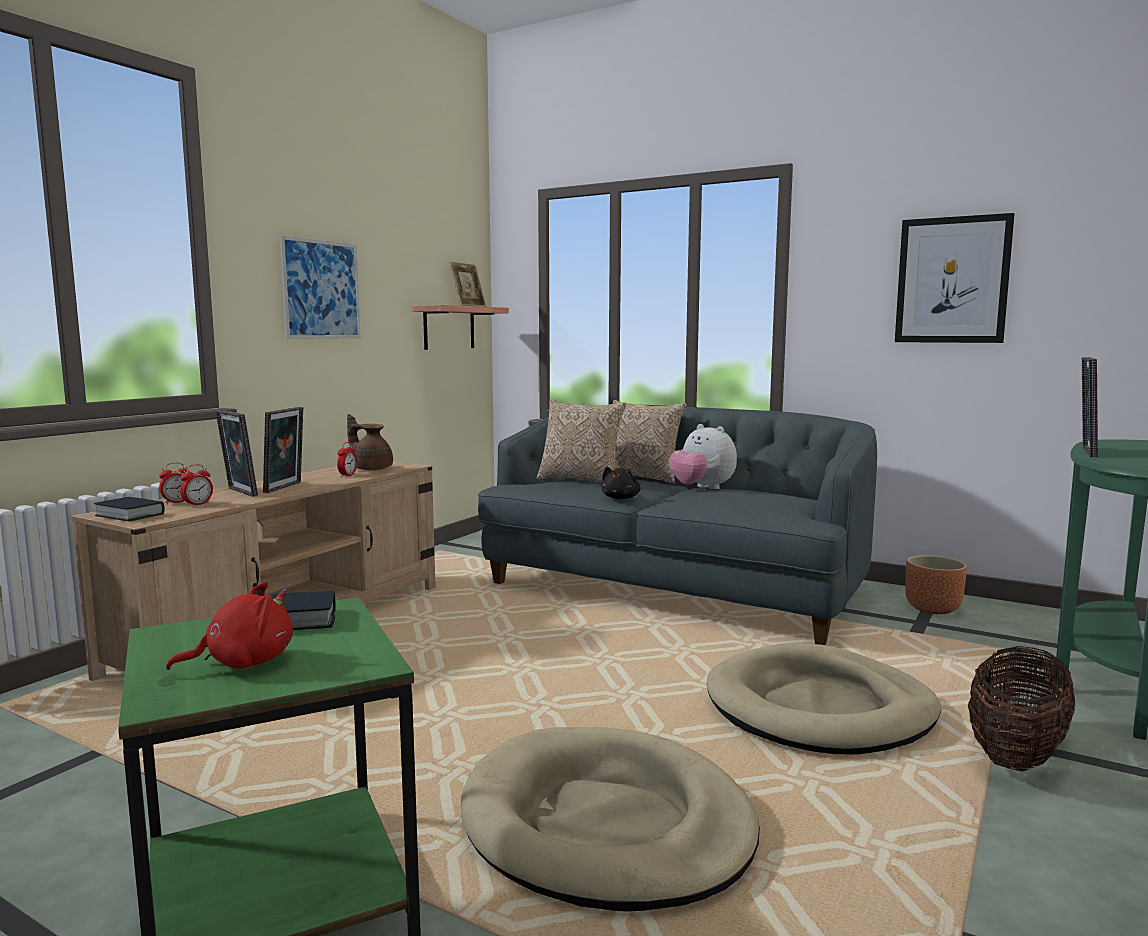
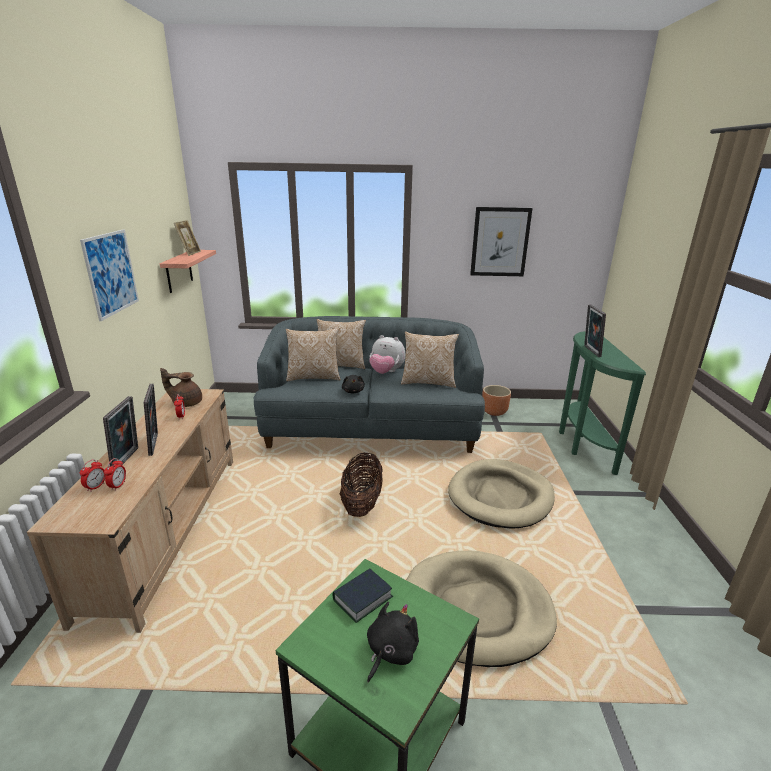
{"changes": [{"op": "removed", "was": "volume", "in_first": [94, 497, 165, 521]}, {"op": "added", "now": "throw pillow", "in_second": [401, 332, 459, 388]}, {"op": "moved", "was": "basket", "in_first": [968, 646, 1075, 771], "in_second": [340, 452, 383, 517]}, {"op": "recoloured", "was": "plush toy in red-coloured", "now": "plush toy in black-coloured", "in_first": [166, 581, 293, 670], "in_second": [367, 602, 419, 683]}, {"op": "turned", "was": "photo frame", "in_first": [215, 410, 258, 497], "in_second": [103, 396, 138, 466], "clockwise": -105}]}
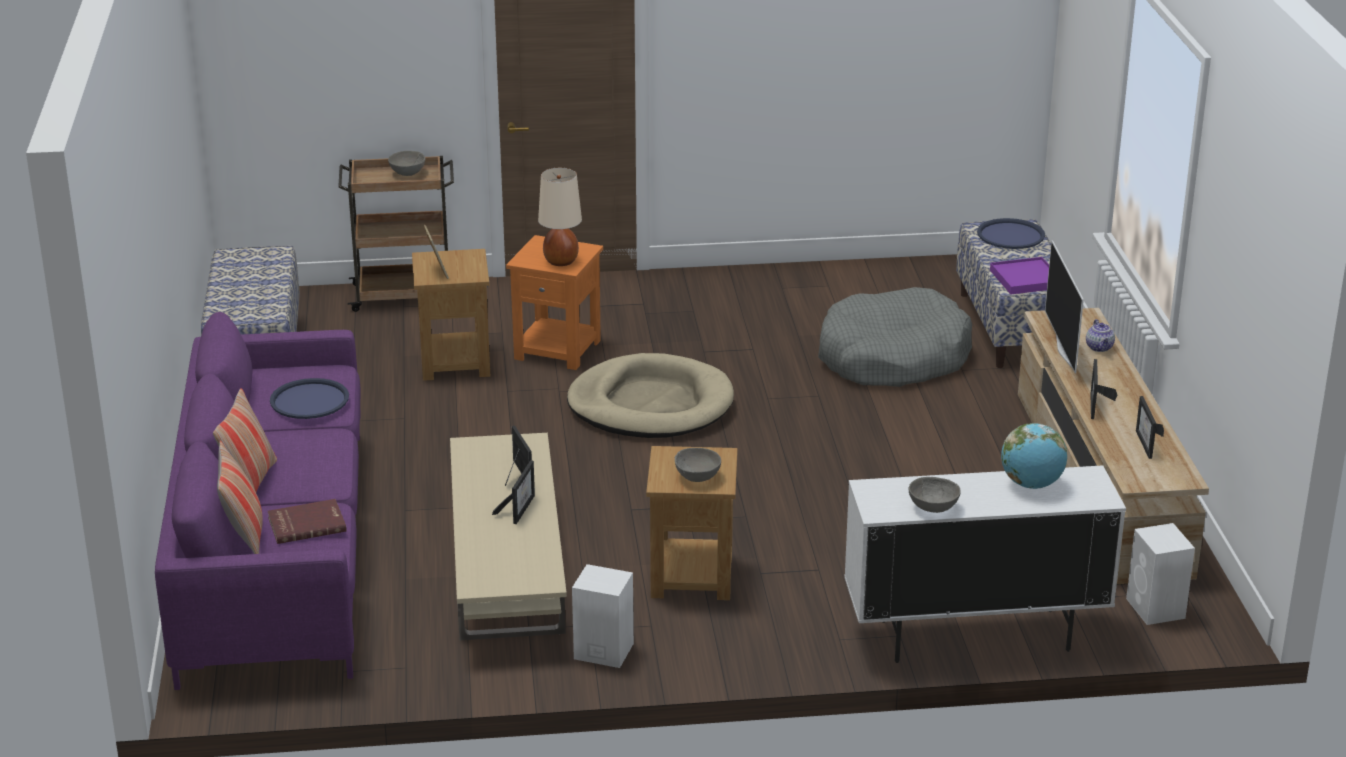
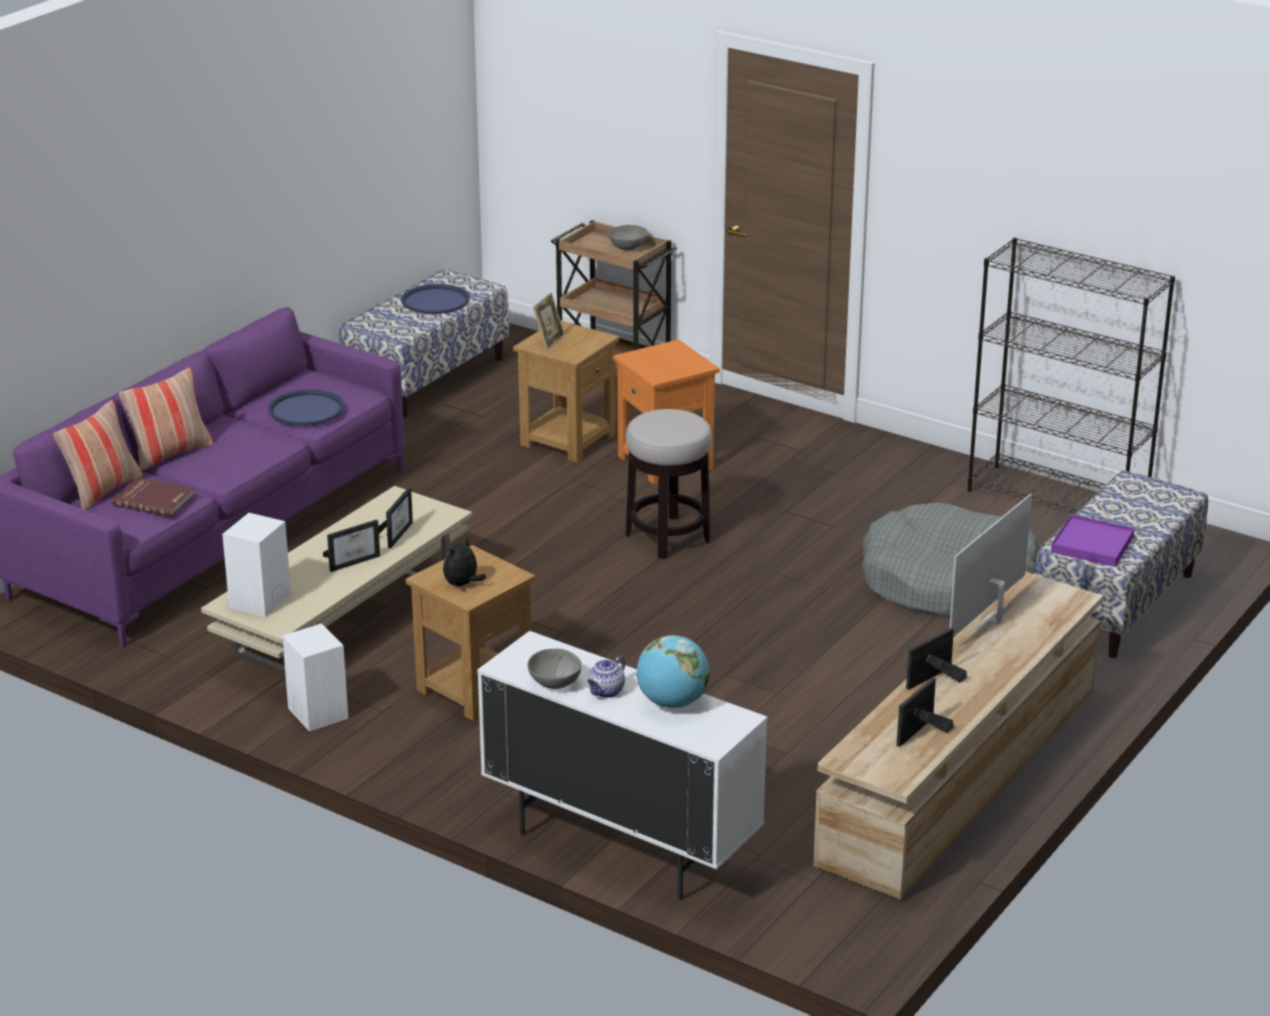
{"changes": [{"op": "removed", "was": "tabletop lamp in sand-coloured", "in_first": [538, 168, 582, 266]}, {"op": "added", "now": "bookshelf in black-coloured", "in_second": [968, 237, 1175, 514]}, {"op": "moved", "was": "tray in blue", "in_first": [977, 218, 1045, 249], "in_second": [401, 284, 470, 314]}, {"op": "moved", "was": "pot for tea", "in_first": [1086, 319, 1115, 352], "in_second": [587, 656, 625, 698]}, {"op": "moved", "was": "speaker in white-coloured", "in_first": [1126, 523, 1195, 625], "in_second": [222, 513, 291, 617]}, {"op": "replaced", "was": "dog bed in sand-coloured", "now": "stool seat", "in_first": [567, 353, 734, 438], "in_second": [626, 409, 712, 559]}, {"op": "replaced", "was": "bowl in gray", "now": "plush toy", "in_first": [675, 448, 721, 482], "in_second": [443, 537, 486, 586]}]}
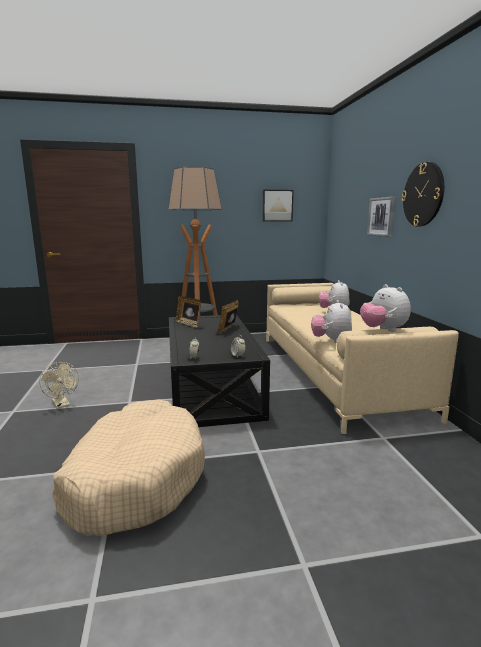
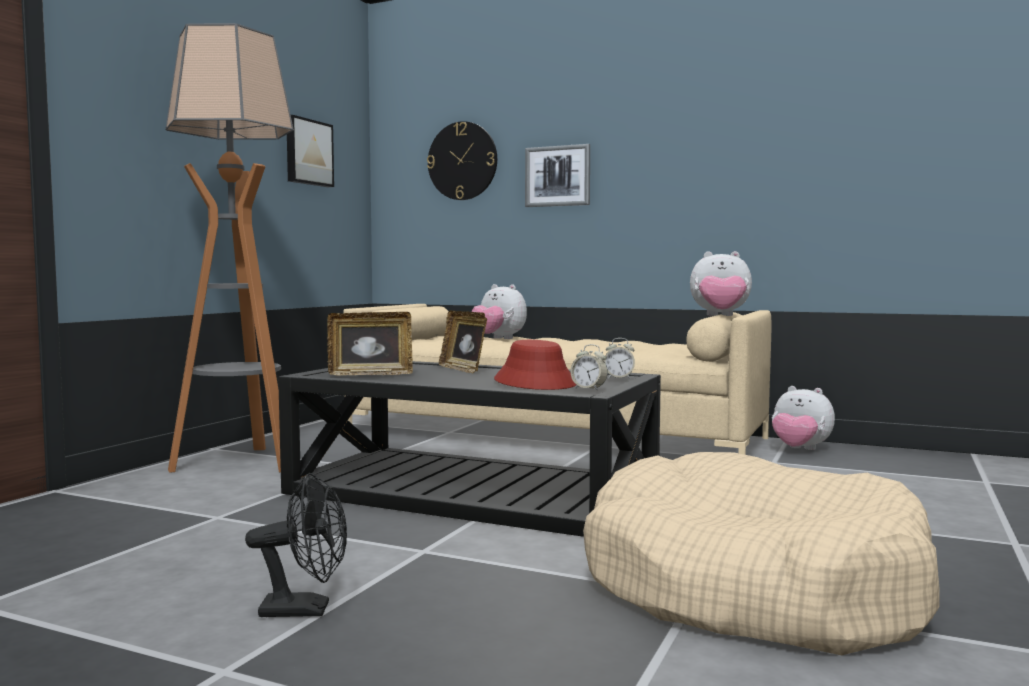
{"changes": [{"op": "added", "now": "hat in red-coloured", "in_second": [494, 340, 576, 390]}, {"op": "moved", "was": "plush toy", "in_first": [311, 300, 352, 343], "in_second": [772, 386, 835, 450]}, {"op": "moved", "was": "wall clock", "in_first": [402, 162, 444, 226], "in_second": [427, 121, 497, 200]}, {"op": "recoloured", "was": "fan in sand-coloured", "now": "fan in black-coloured", "in_first": [39, 362, 79, 409], "in_second": [245, 473, 347, 617]}]}
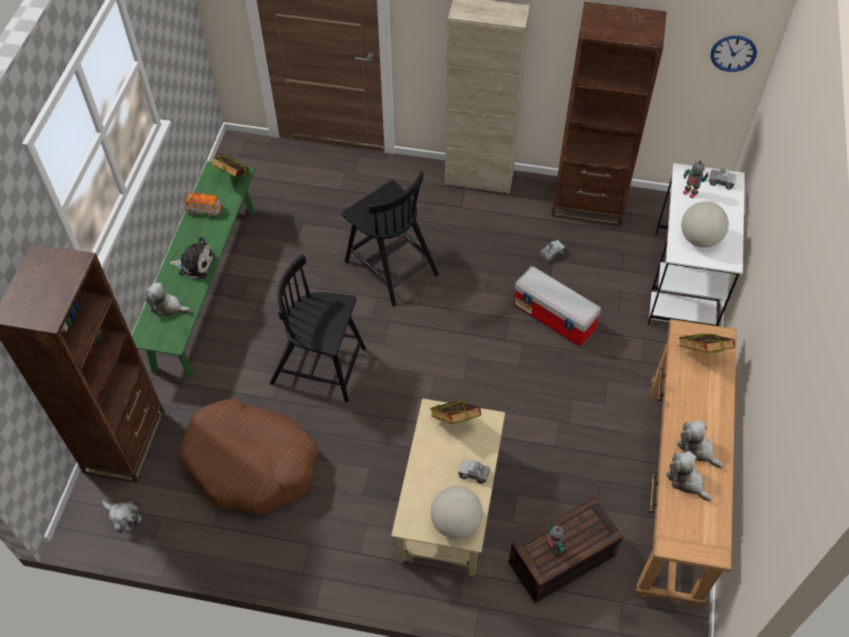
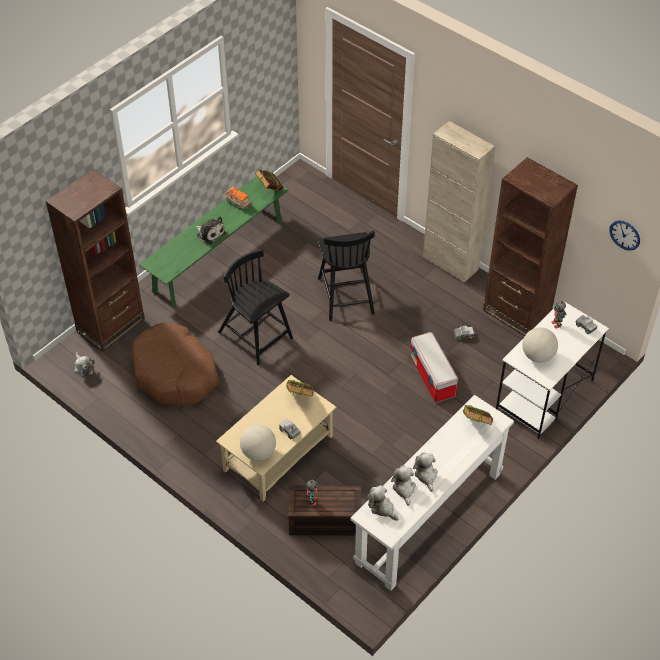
{"changes": [{"op": "moved", "was": "plush toy", "in_first": [145, 282, 191, 317], "in_second": [368, 485, 398, 521]}, {"op": "recoloured", "was": "console table in brown", "now": "console table in white-coloured", "in_first": [635, 319, 737, 608], "in_second": [350, 395, 514, 591]}]}
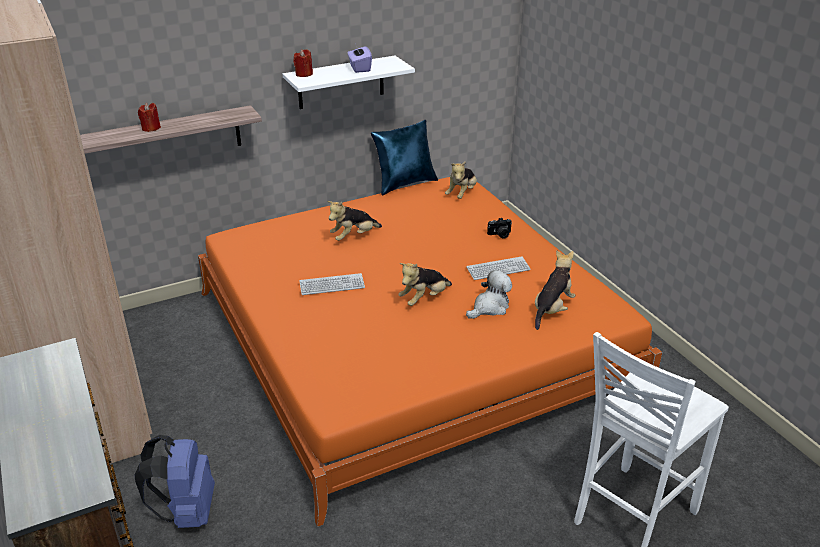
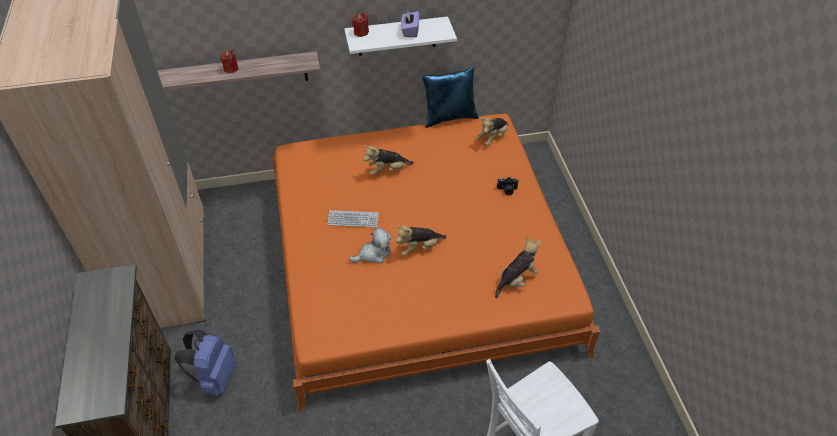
{"changes": [{"op": "removed", "was": "PC keyboard", "in_first": [466, 256, 531, 280]}, {"op": "moved", "was": "plush toy", "in_first": [466, 270, 512, 319], "in_second": [349, 227, 392, 264]}]}
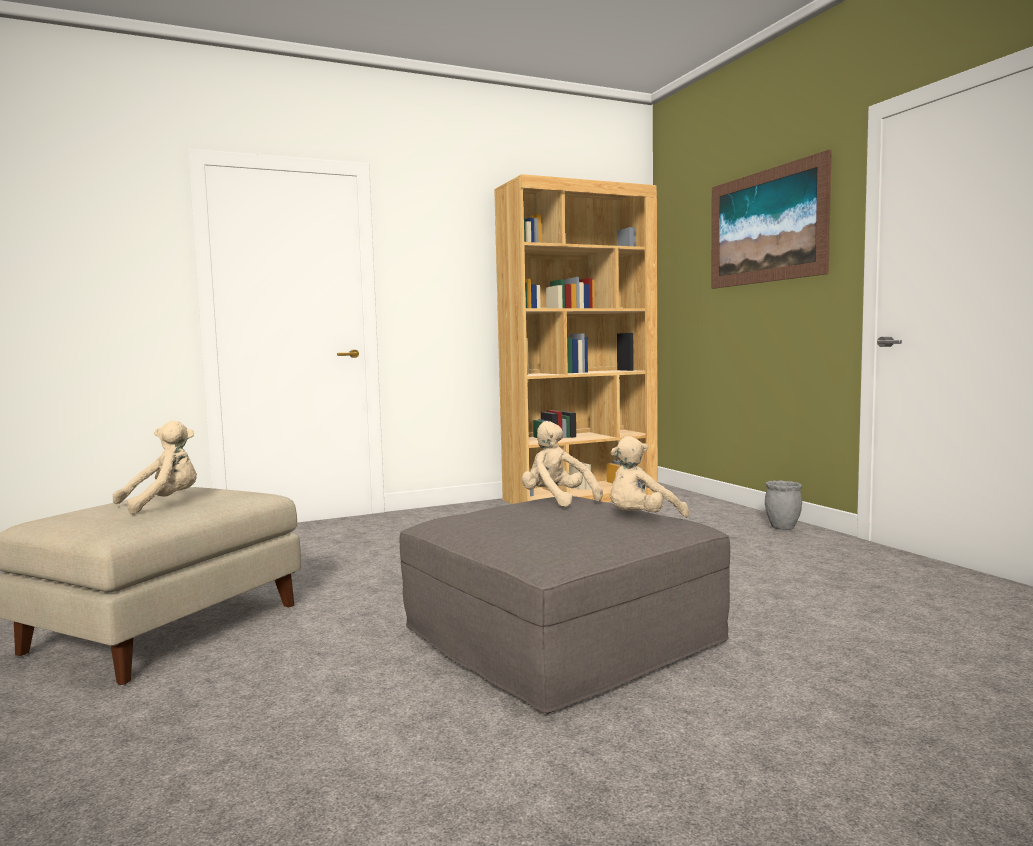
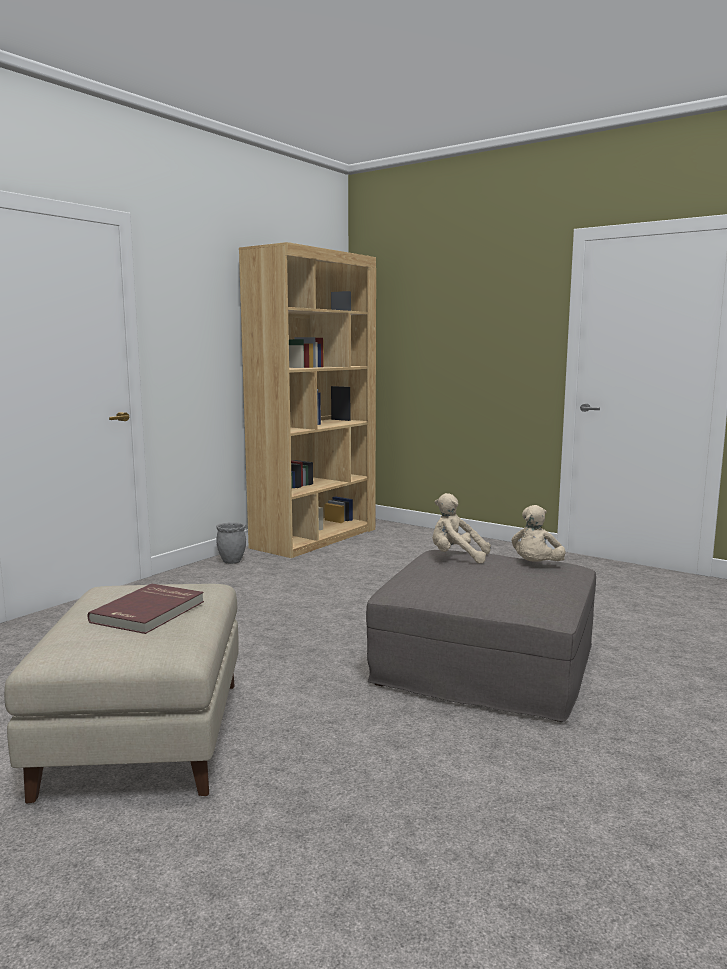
{"changes": [{"op": "removed", "was": "wall picture", "in_first": [711, 150, 832, 289]}, {"op": "moved", "was": "plant pot in gray", "in_first": [765, 480, 802, 530], "in_second": [216, 522, 246, 564]}, {"op": "replaced", "was": "plush toy in sand-coloured", "now": "volume in red-coloured", "in_first": [113, 421, 197, 514], "in_second": [88, 583, 204, 634]}]}
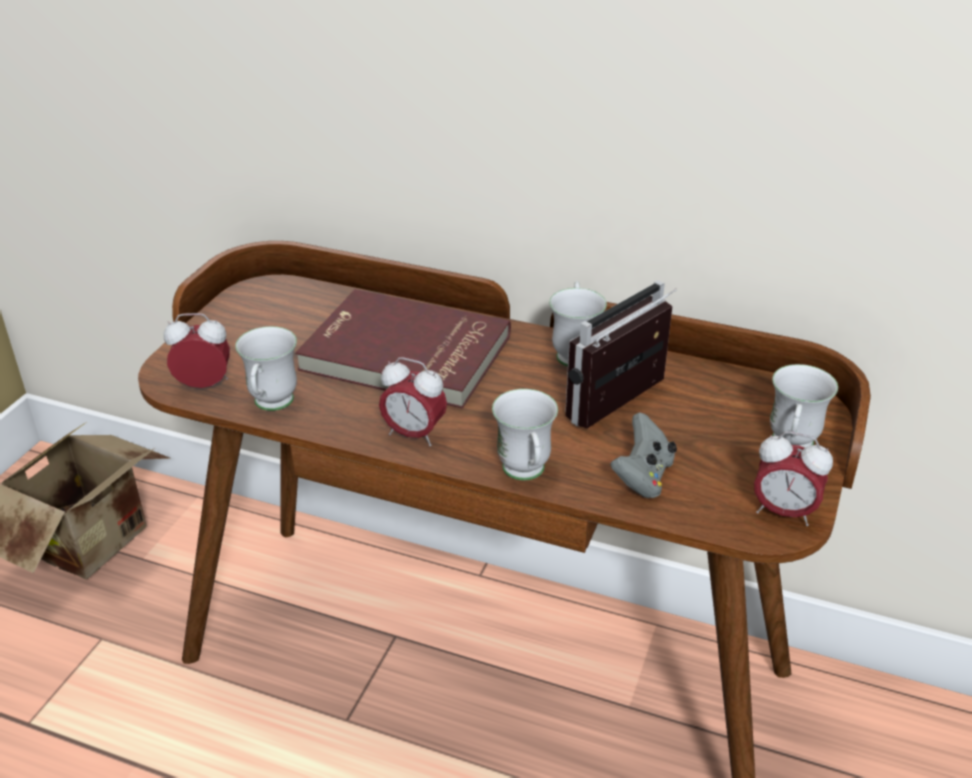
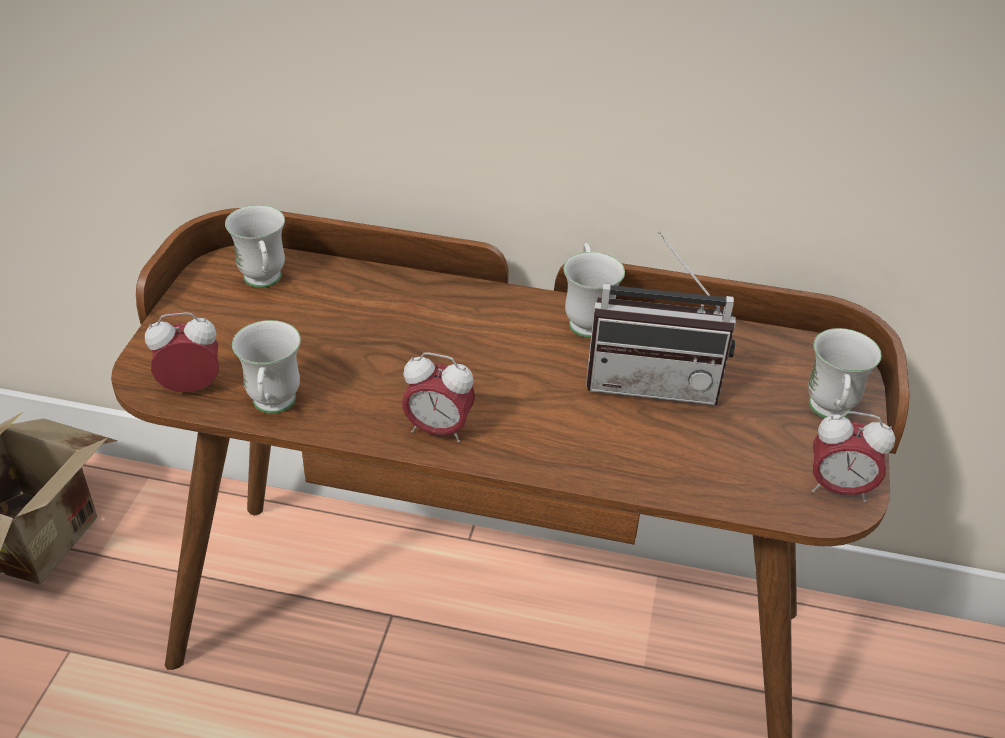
{"changes": [{"op": "removed", "was": "volume in red-coloured", "in_first": [295, 289, 511, 409]}, {"op": "removed", "was": "game controller in gray", "in_first": [610, 412, 677, 498]}, {"op": "moved", "was": "tea mug in white-coloured", "in_first": [492, 389, 558, 480], "in_second": [225, 205, 285, 288]}, {"op": "turned", "was": "radio set", "in_first": [565, 280, 677, 429], "in_second": [586, 231, 736, 405], "clockwise": -120}]}
